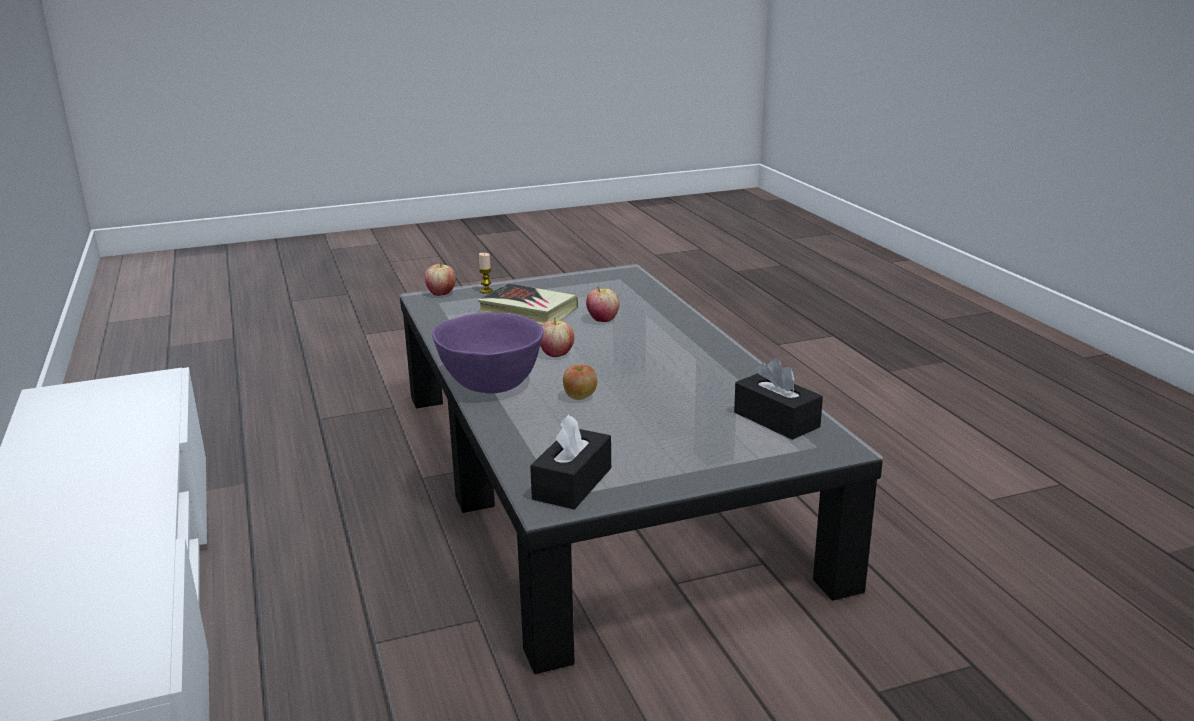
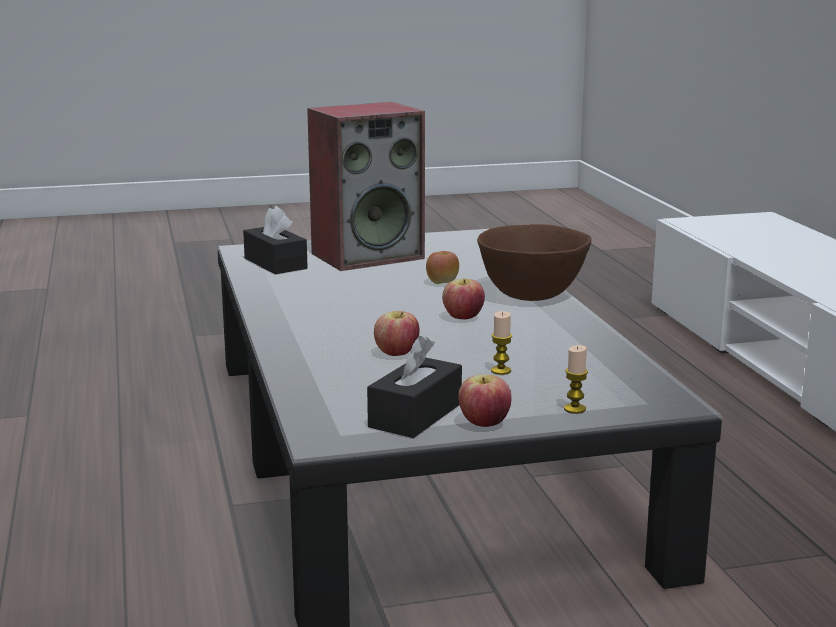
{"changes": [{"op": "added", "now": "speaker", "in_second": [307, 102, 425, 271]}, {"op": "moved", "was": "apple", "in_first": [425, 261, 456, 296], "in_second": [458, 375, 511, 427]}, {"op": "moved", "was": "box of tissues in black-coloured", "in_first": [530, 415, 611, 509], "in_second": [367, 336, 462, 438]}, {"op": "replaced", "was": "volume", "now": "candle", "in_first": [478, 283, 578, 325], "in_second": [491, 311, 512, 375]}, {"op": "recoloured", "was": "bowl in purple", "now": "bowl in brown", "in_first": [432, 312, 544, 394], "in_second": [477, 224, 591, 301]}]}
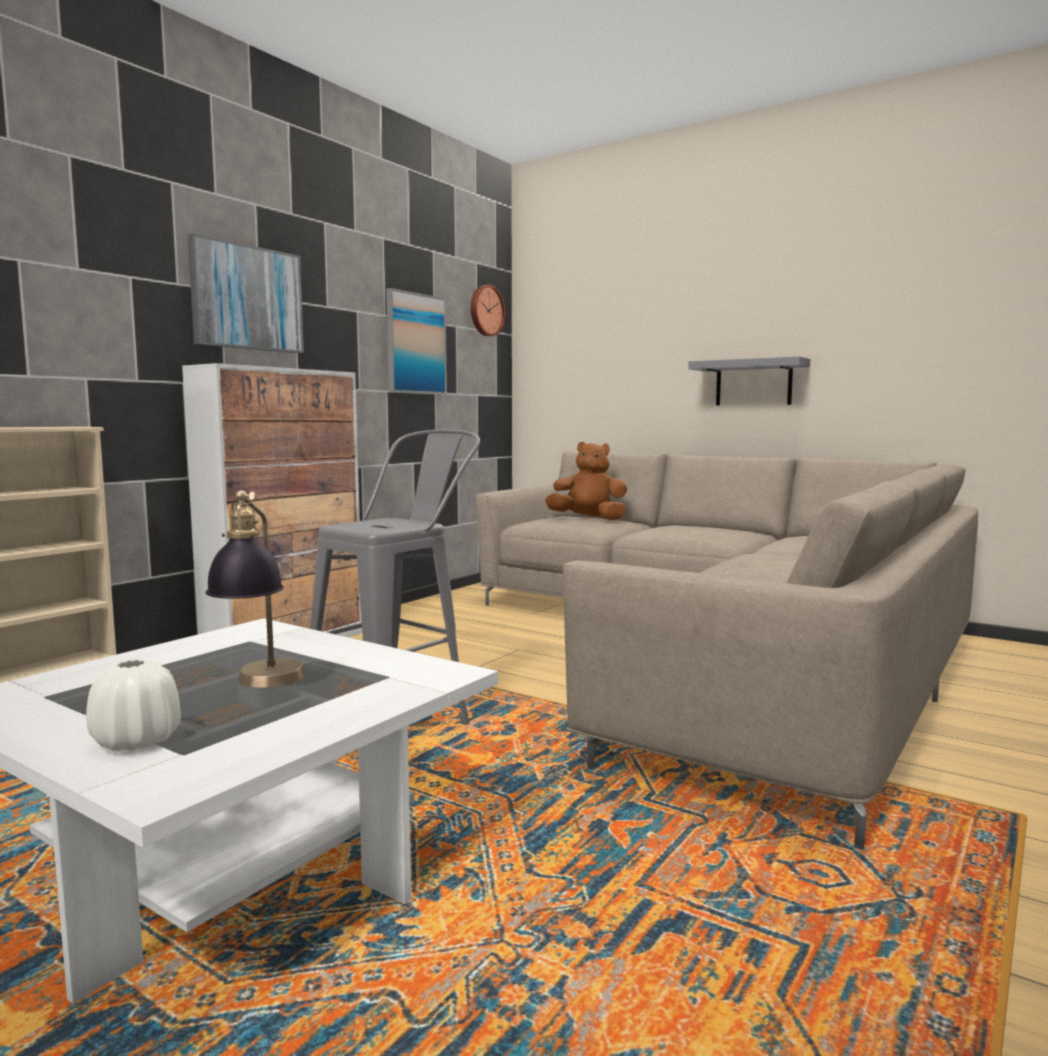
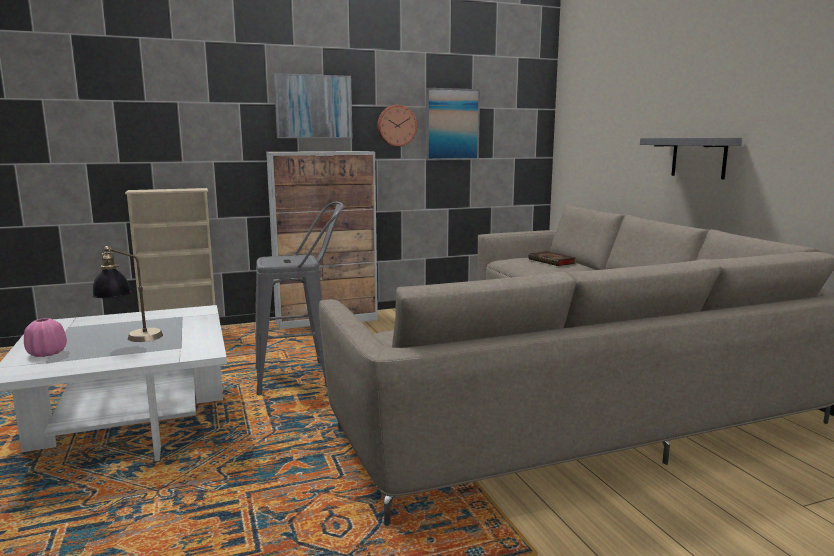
{"changes": [{"op": "moved", "was": "wall clock", "in_first": [471, 285, 505, 336], "in_second": [377, 105, 417, 146]}, {"op": "replaced", "was": "plush toy in brown", "now": "volume", "in_first": [545, 442, 627, 520], "in_second": [528, 251, 576, 266]}, {"op": "recoloured", "was": "decorative vase in white-coloured", "now": "decorative vase in pink", "in_first": [86, 659, 181, 751], "in_second": [24, 318, 67, 357]}]}
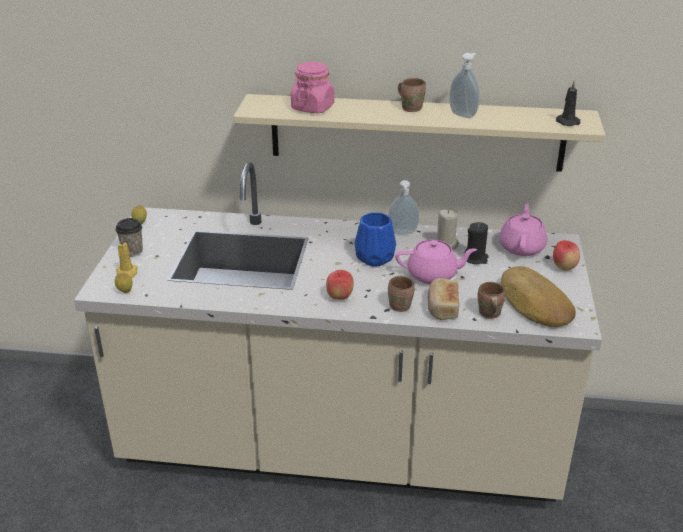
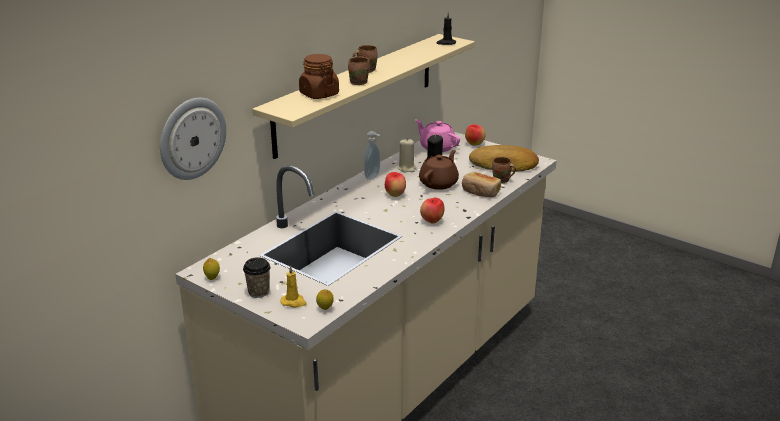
{"changes": [{"op": "removed", "was": "soap bottle", "in_first": [449, 53, 479, 118]}, {"op": "added", "now": "wall clock", "in_second": [160, 98, 226, 180]}, {"op": "moved", "was": "tea mug in brown", "in_first": [388, 276, 415, 312], "in_second": [348, 57, 370, 85]}, {"op": "replaced", "was": "decorative vase in blue", "now": "apple", "in_first": [355, 212, 396, 267], "in_second": [385, 172, 406, 197]}, {"op": "recoloured", "was": "preserve jar in pink", "now": "preserve jar in brown", "in_first": [291, 62, 335, 113], "in_second": [299, 54, 339, 99]}, {"op": "recoloured", "was": "pot for tea in pink", "now": "pot for tea in brown", "in_first": [395, 239, 477, 284], "in_second": [419, 150, 459, 190]}]}
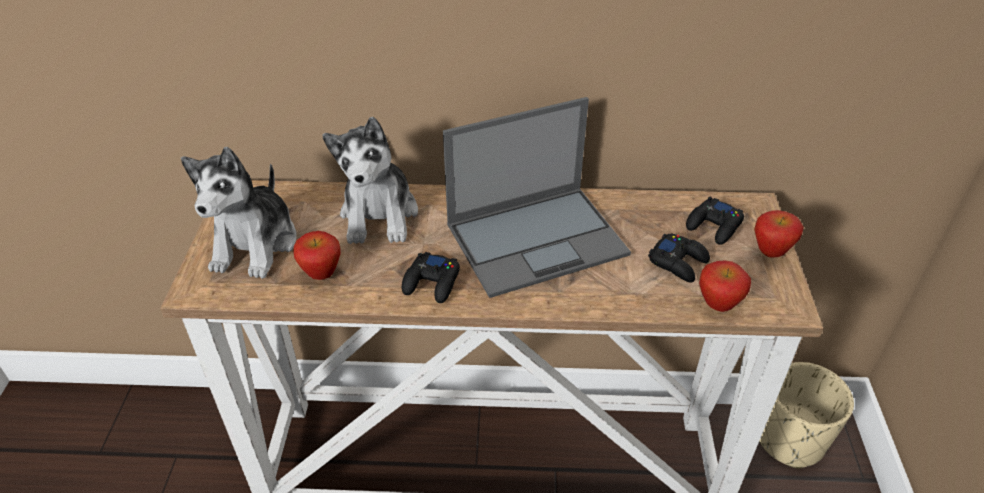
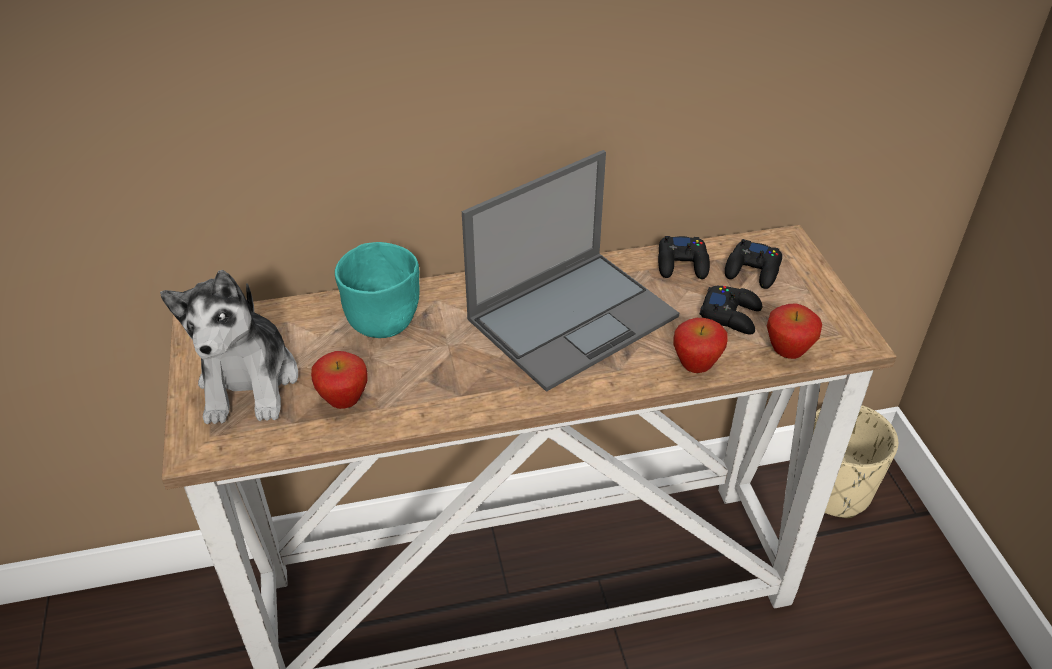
{"changes": [{"op": "moved", "was": "game controller in black-coloured", "in_first": [402, 252, 460, 303], "in_second": [658, 236, 710, 279]}, {"op": "moved", "was": "apple", "in_first": [754, 210, 804, 258], "in_second": [673, 318, 728, 373]}, {"op": "replaced", "was": "plush toy", "now": "bowl in blue-green", "in_first": [322, 117, 418, 244], "in_second": [335, 242, 420, 338]}]}
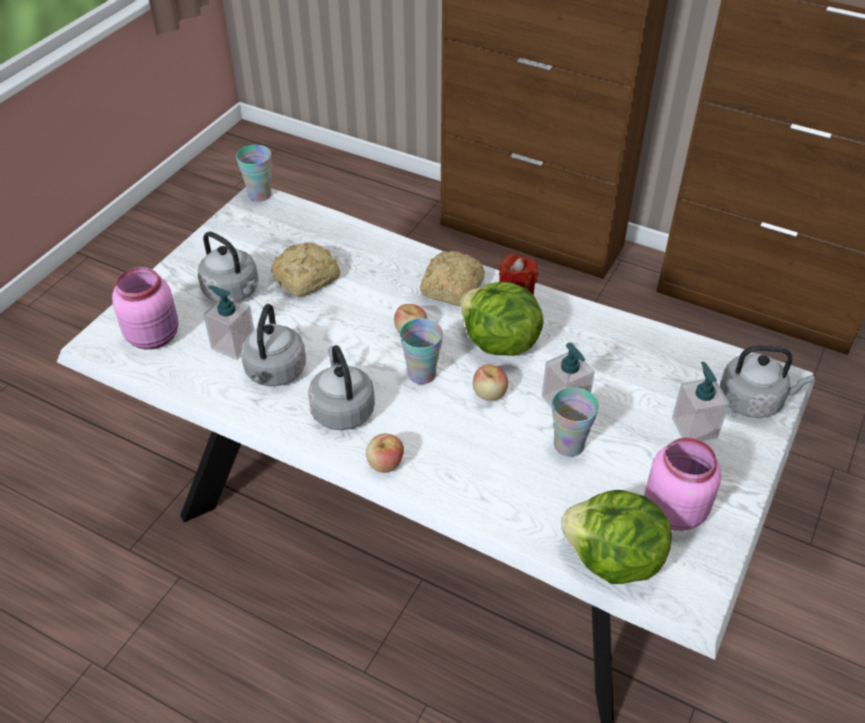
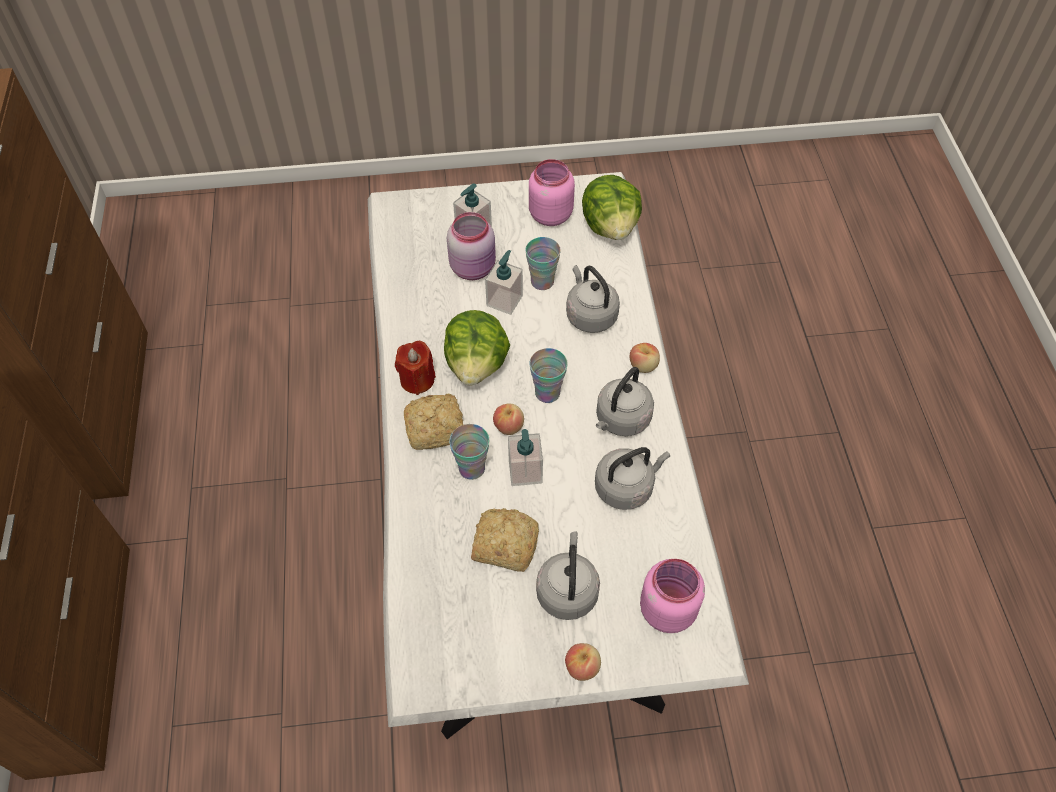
{"changes": [{"op": "added", "now": "preserve jar in pink", "in_second": [447, 212, 496, 280]}, {"op": "moved", "was": "soap bottle", "in_first": [203, 285, 254, 360], "in_second": [508, 429, 543, 486]}, {"op": "moved", "was": "small cup", "in_first": [236, 145, 272, 202], "in_second": [449, 424, 489, 480]}, {"op": "moved", "was": "apple", "in_first": [473, 364, 508, 401], "in_second": [565, 643, 601, 681]}, {"op": "moved", "was": "tea kettle in gray", "in_first": [720, 345, 814, 418], "in_second": [566, 265, 620, 333]}]}
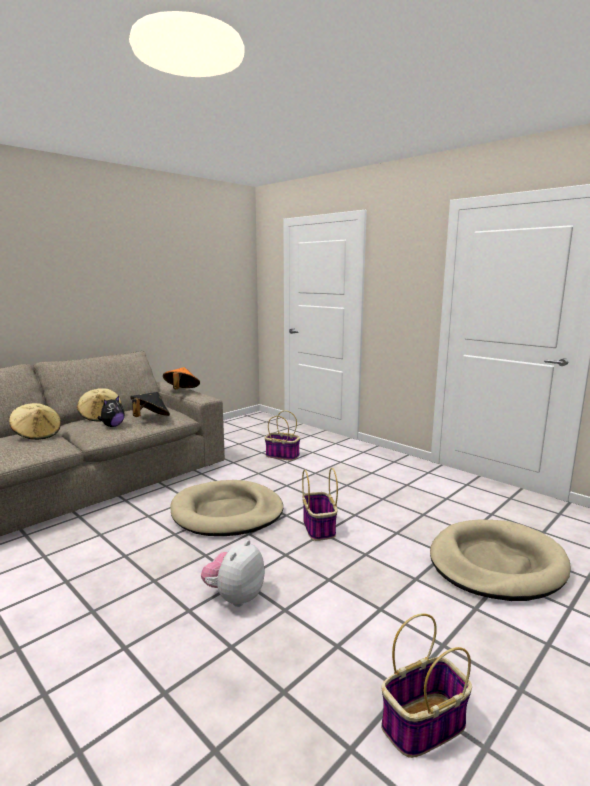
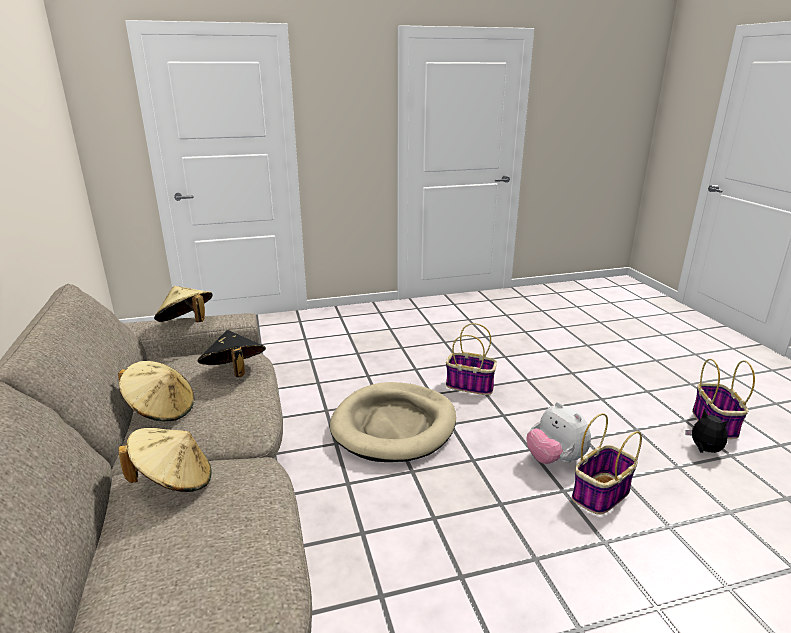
{"changes": [{"op": "removed", "was": "dog bed in sand-coloured", "in_first": [430, 519, 571, 601]}, {"op": "moved", "was": "plush toy", "in_first": [97, 396, 125, 427], "in_second": [685, 409, 728, 453]}, {"op": "moved", "was": "basket", "in_first": [265, 411, 300, 461], "in_second": [572, 413, 642, 515]}, {"op": "recoloured", "was": "hat in orangey", "now": "hat in sand-coloured", "in_first": [163, 367, 200, 390], "in_second": [154, 286, 212, 322]}]}
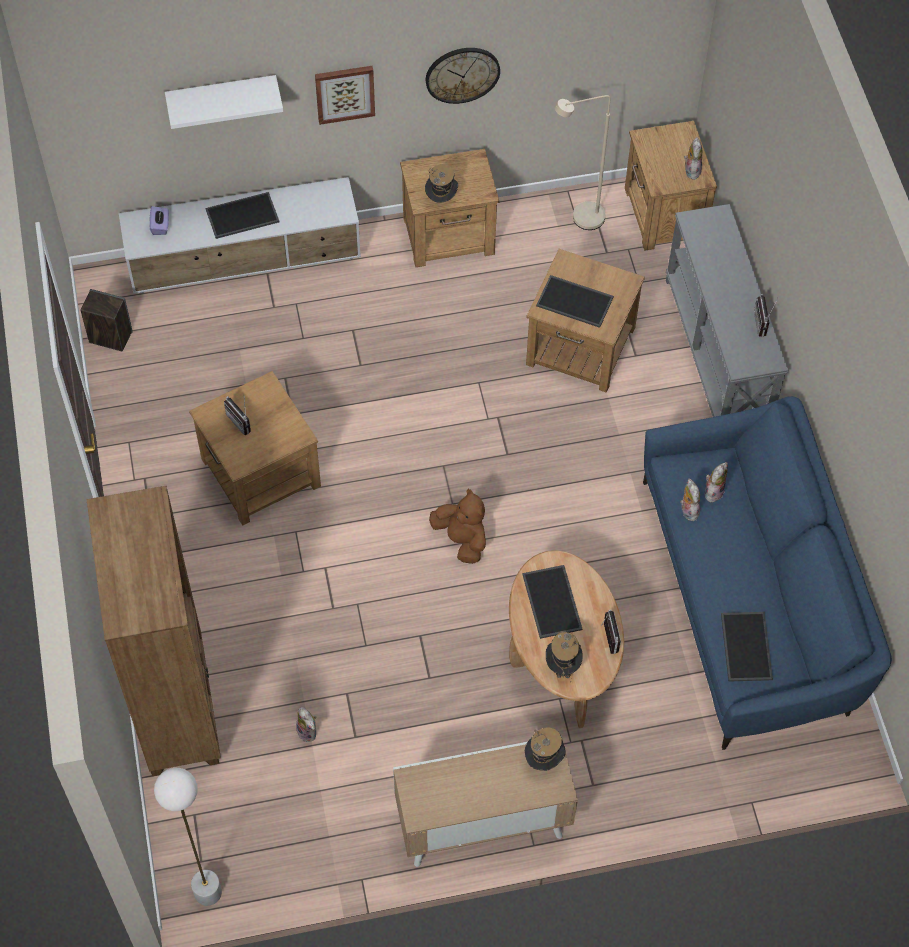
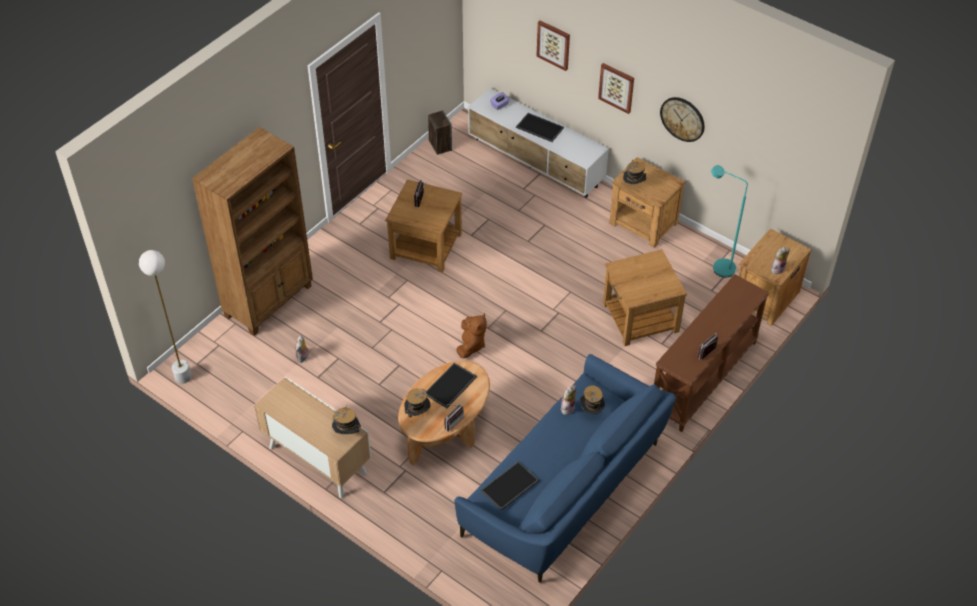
{"changes": [{"op": "removed", "was": "tray", "in_first": [536, 275, 614, 328]}, {"op": "replaced", "was": "bracket shelf in white-coloured", "now": "wall picture", "in_first": [165, 75, 283, 129], "in_second": [536, 20, 570, 71]}, {"op": "replaced", "was": "plush toy", "now": "hat", "in_first": [704, 462, 728, 502], "in_second": [580, 386, 605, 414]}, {"op": "recoloured", "was": "floor lamp in sand-coloured", "now": "floor lamp in blue-green", "in_first": [555, 95, 610, 230], "in_second": [711, 165, 748, 278]}, {"op": "recoloured", "was": "console table in gray", "now": "console table in brown", "in_first": [666, 204, 789, 417], "in_second": [654, 274, 769, 432]}]}
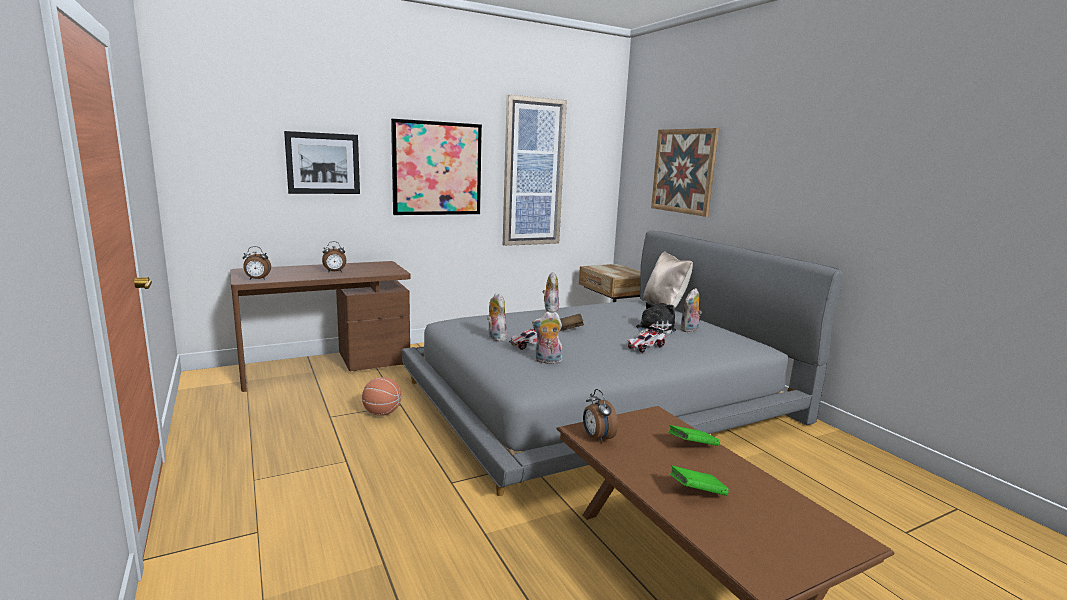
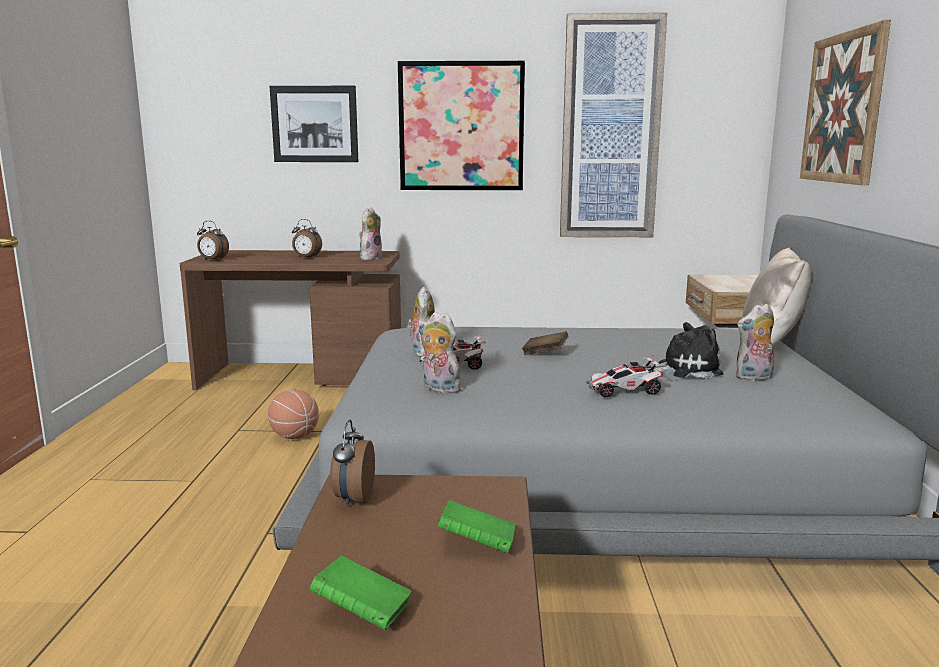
{"changes": [{"op": "moved", "was": "plush toy", "in_first": [542, 271, 559, 312], "in_second": [359, 207, 382, 260]}]}
